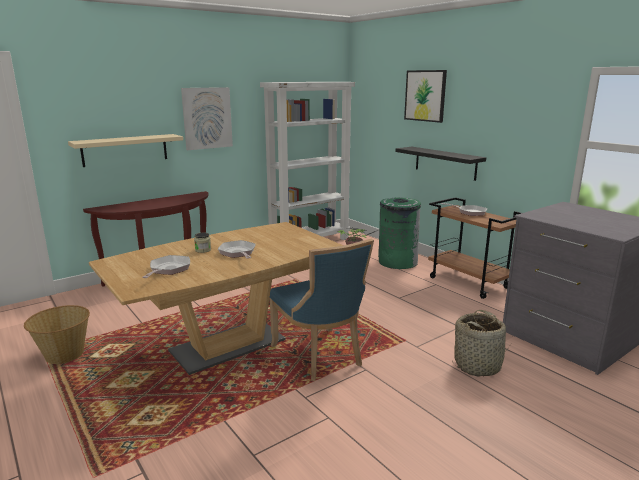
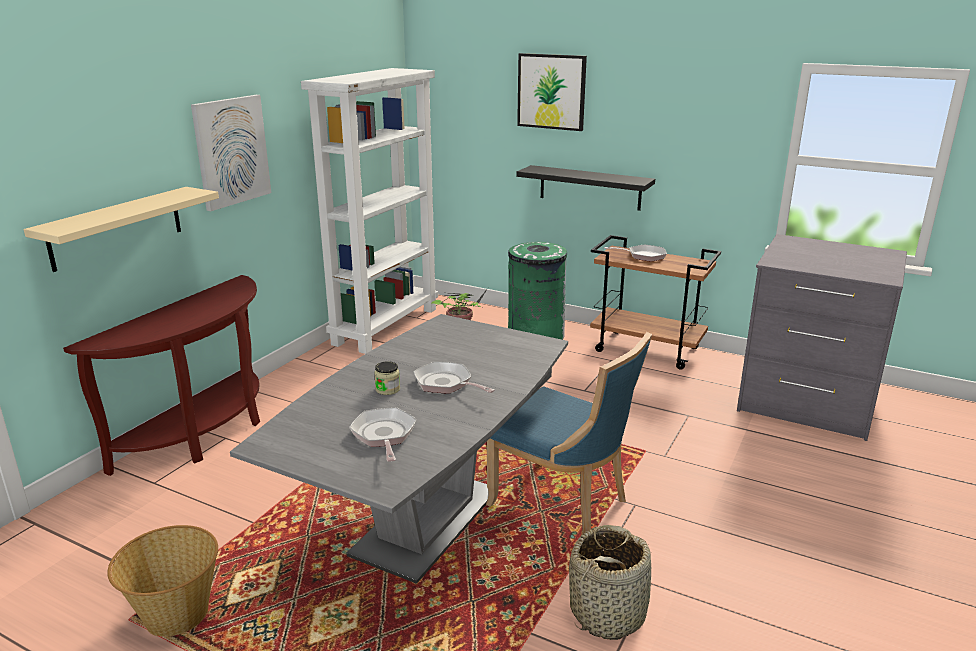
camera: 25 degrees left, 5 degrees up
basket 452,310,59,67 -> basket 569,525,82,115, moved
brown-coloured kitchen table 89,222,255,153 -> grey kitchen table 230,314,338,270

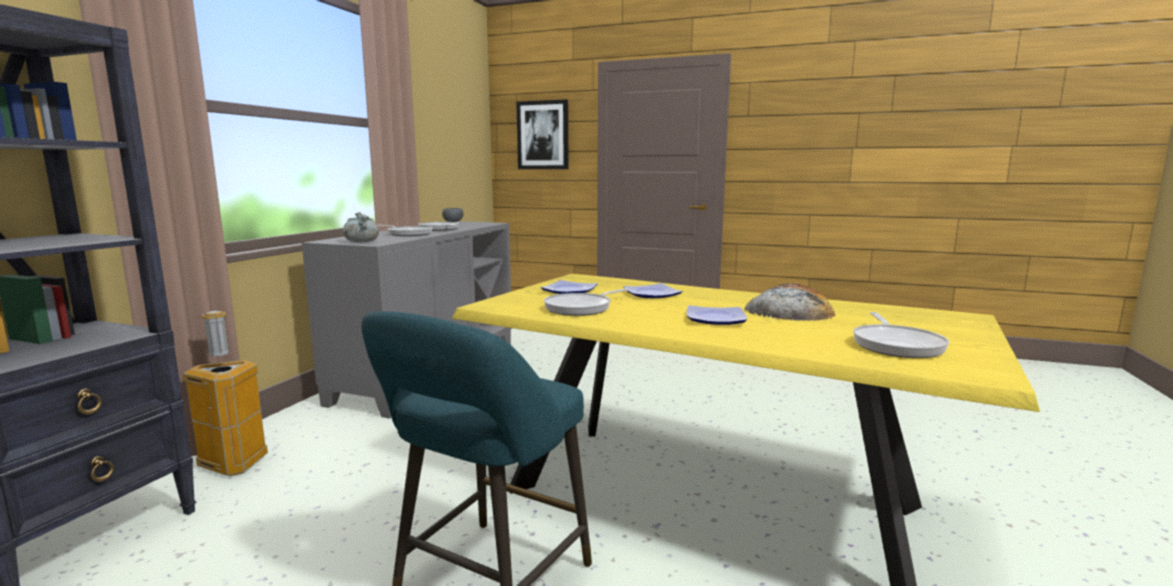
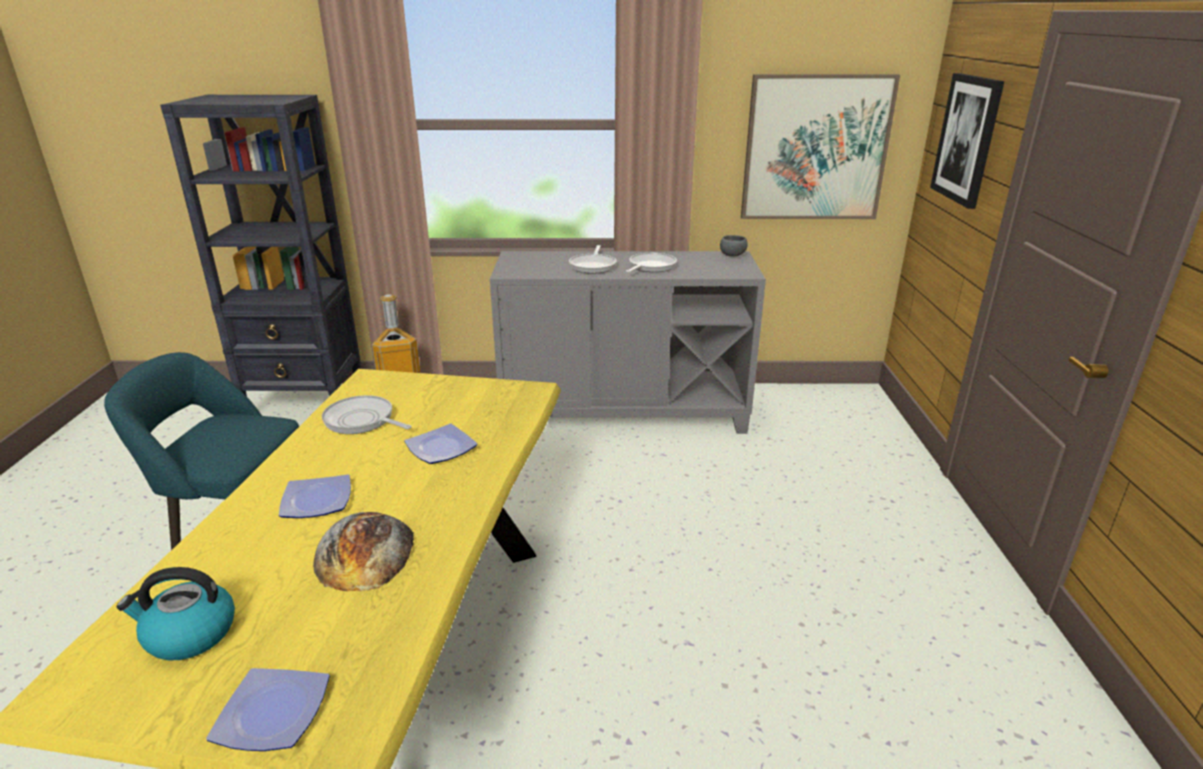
camera: 70 degrees right, 15 degrees up
grey stockpot 343,212,36,30 -> none
none -> wall picture 741,74,159,145
dinner plate 541,280,57,14 -> dinner plate 206,668,124,83, moved
pan 853,312,96,46 -> tea kettle 117,567,118,93

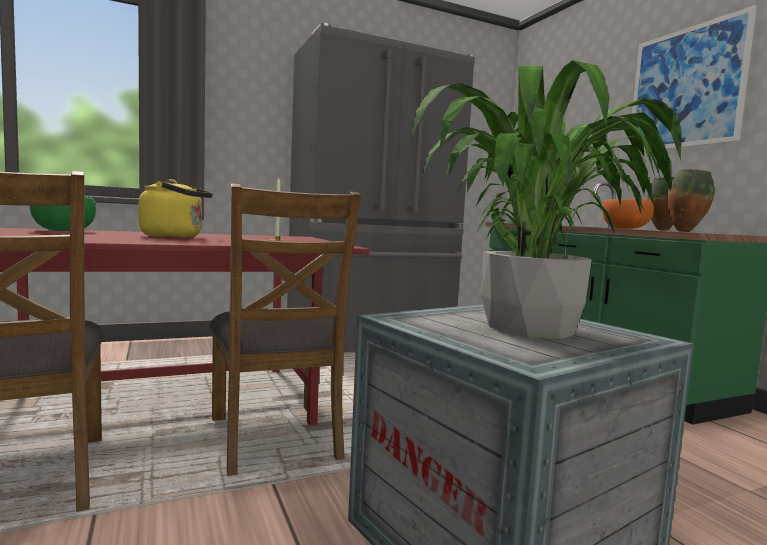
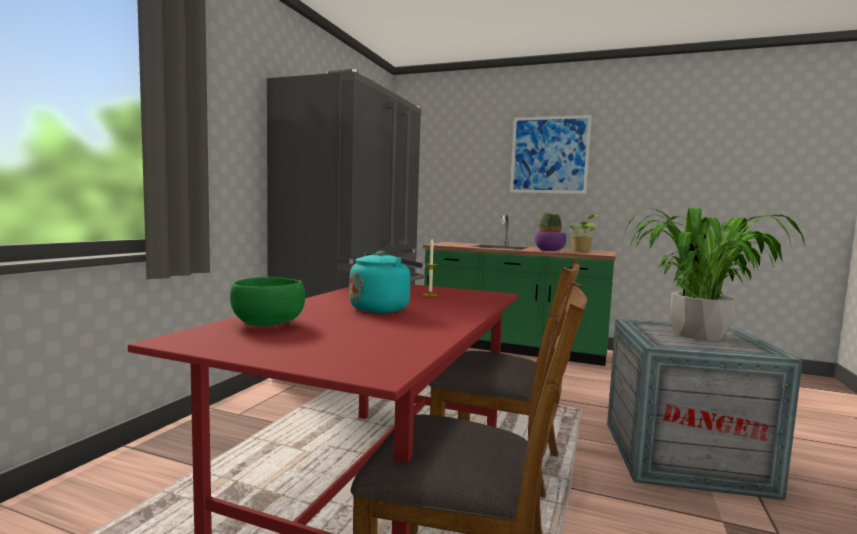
camera: 45 degrees left, 0 degrees up
decorative vase 667,169,48,63 -> potted plant 569,215,29,37
yellow tea kettle 139,179,74,59 -> blue-green tea kettle 349,251,74,62
orange bowl 602,199,52,30 -> purple bowl 535,231,31,20

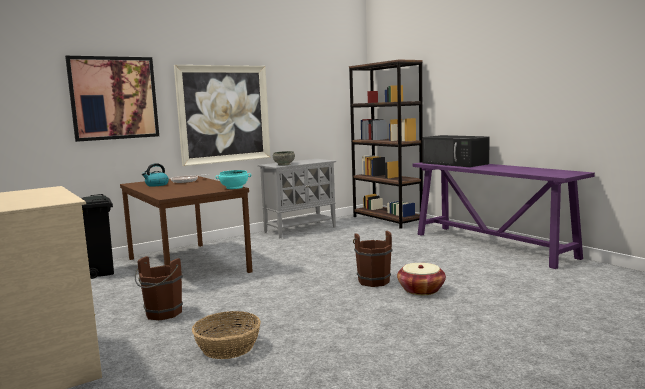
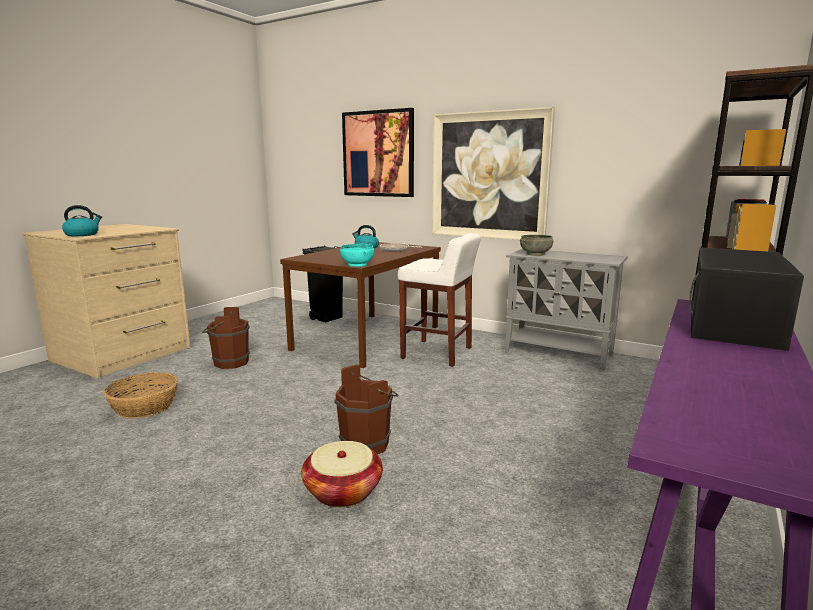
camera: 65 degrees right, 5 degrees up
none -> tea kettle 62,205,40,31
none -> whitish sitting stool 398,233,83,134

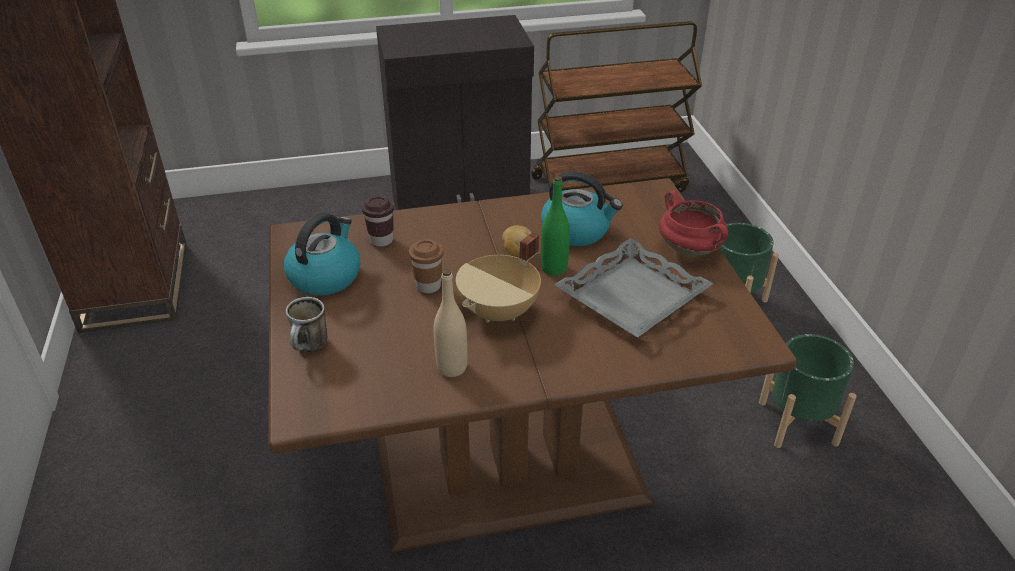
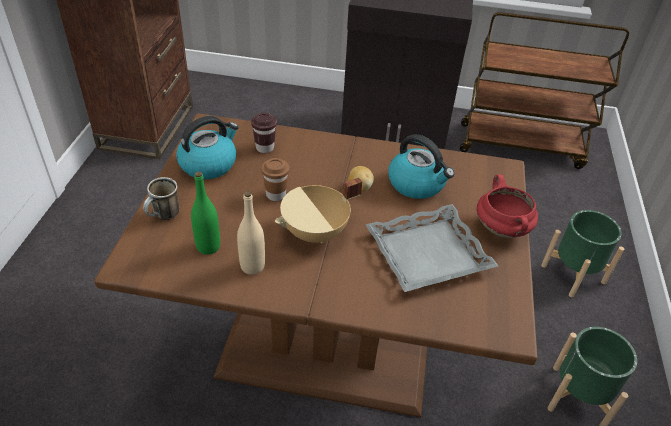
camera: 20 degrees right, 5 degrees up
green drink bottle 541,176,29,100 -> green drink bottle 191,171,29,84, moved

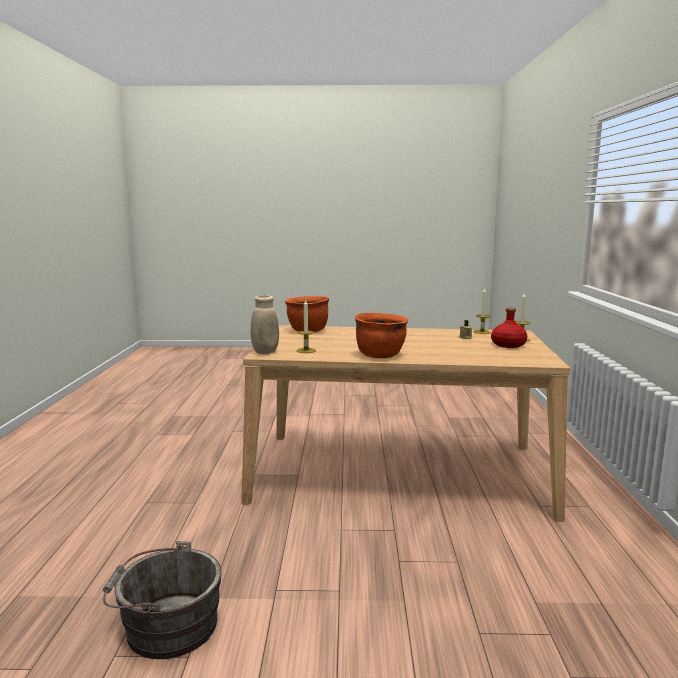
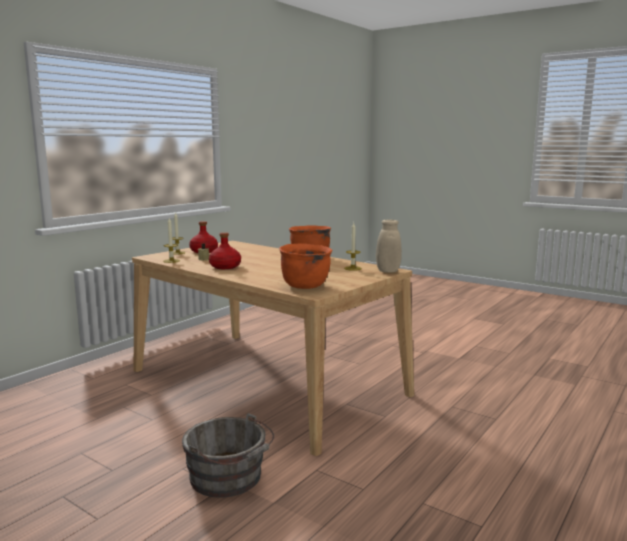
camera: 145 degrees left, 0 degrees up
none -> red-coloured drink bottle 209,232,32,37
grey pail 103,541,119,118 -> grey pail 182,413,92,85, moved

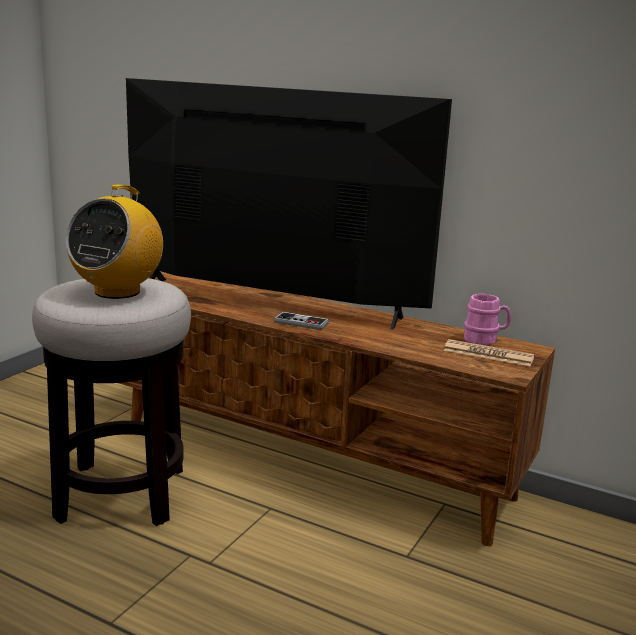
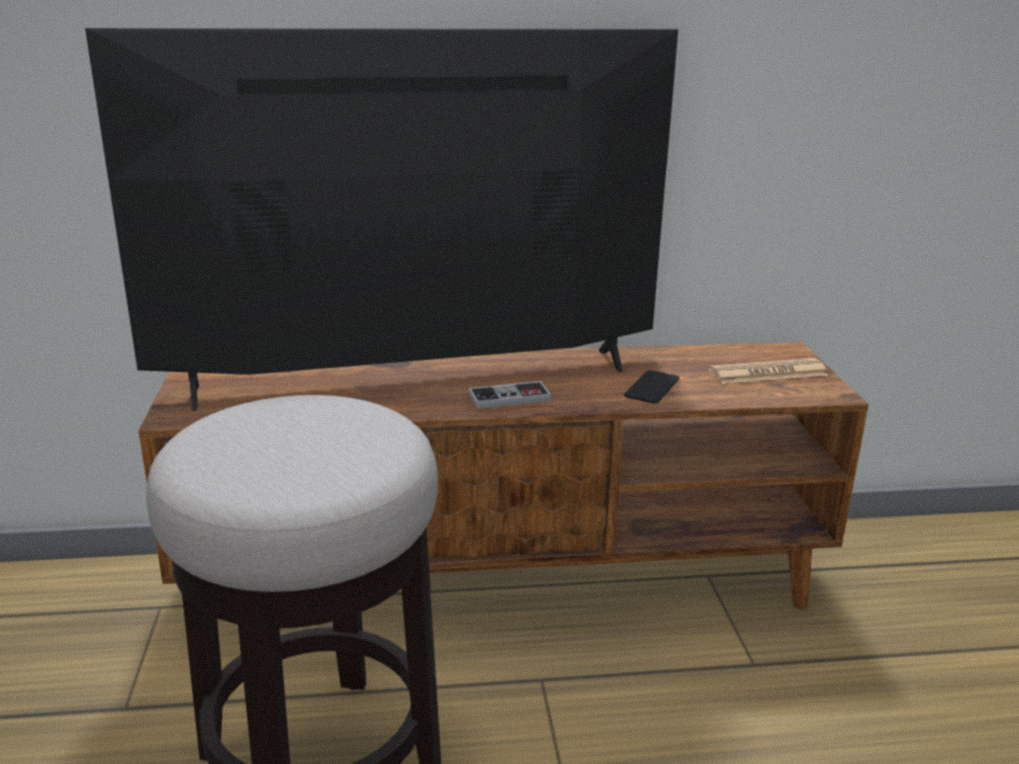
camera: 35 degrees left, 5 degrees up
radio receiver 66,184,97,115 -> none
pinkish coffee mug 464,294,47,51 -> none
none -> phone 624,370,55,33

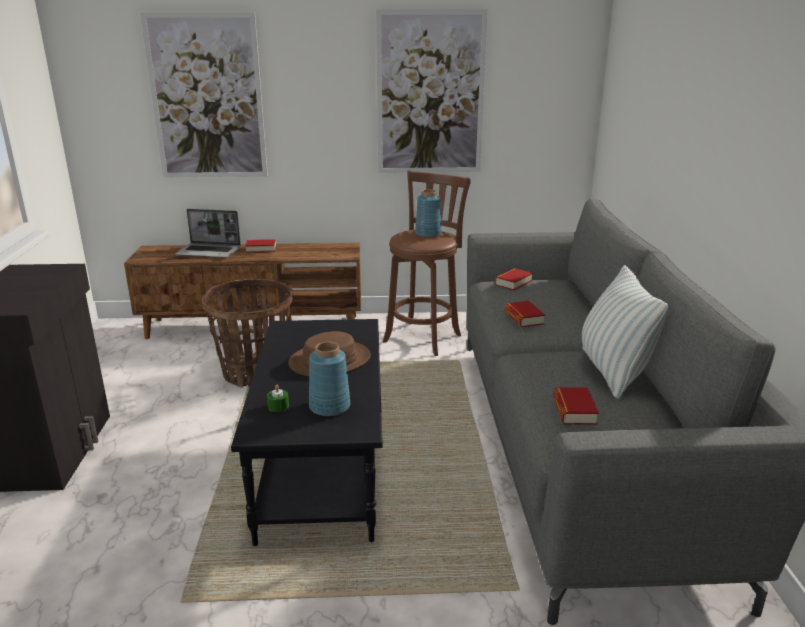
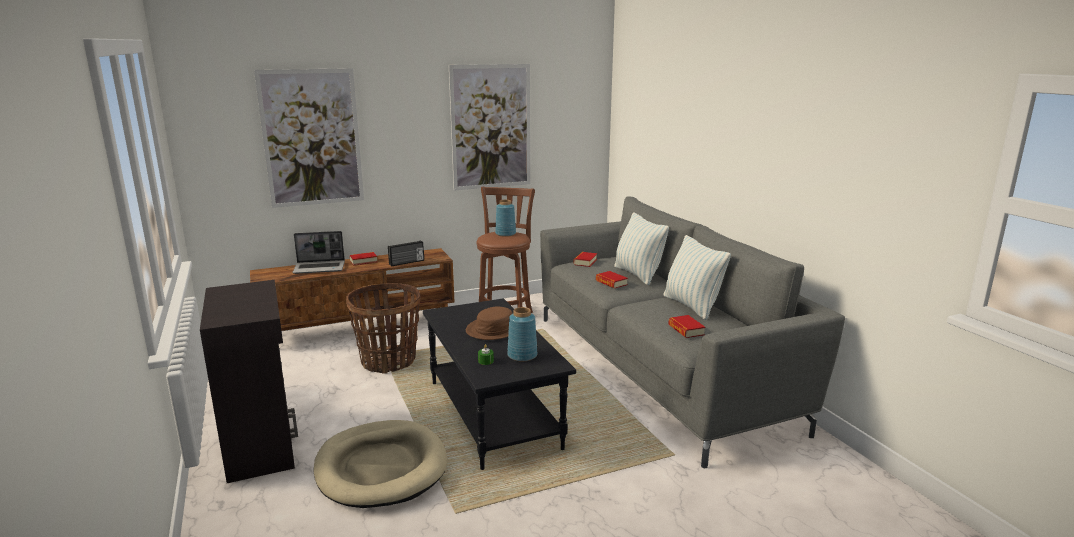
camera: 20 degrees left, 5 degrees down
none -> sand-coloured dog bed 313,420,134,88
none -> radio receiver 388,241,36,25
none -> cushion 614,212,55,73

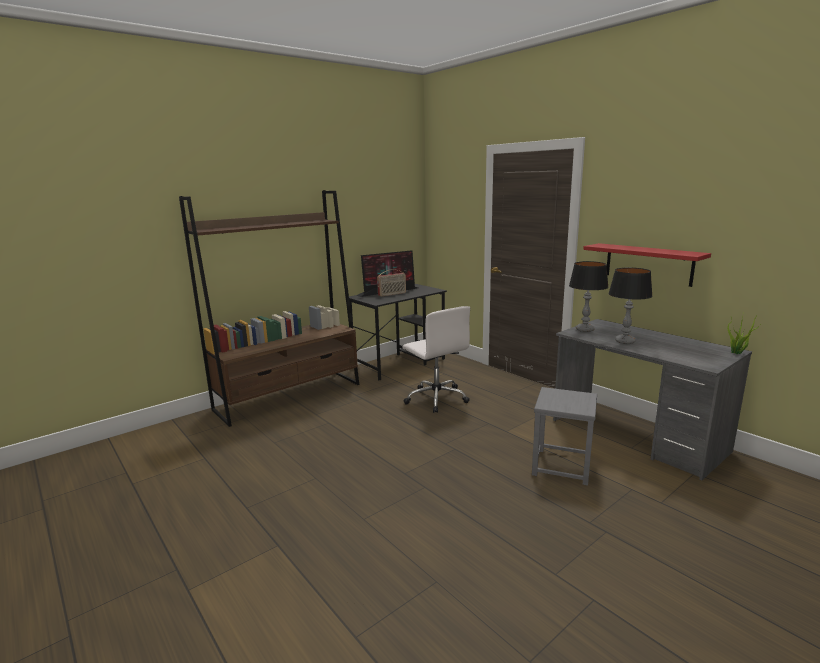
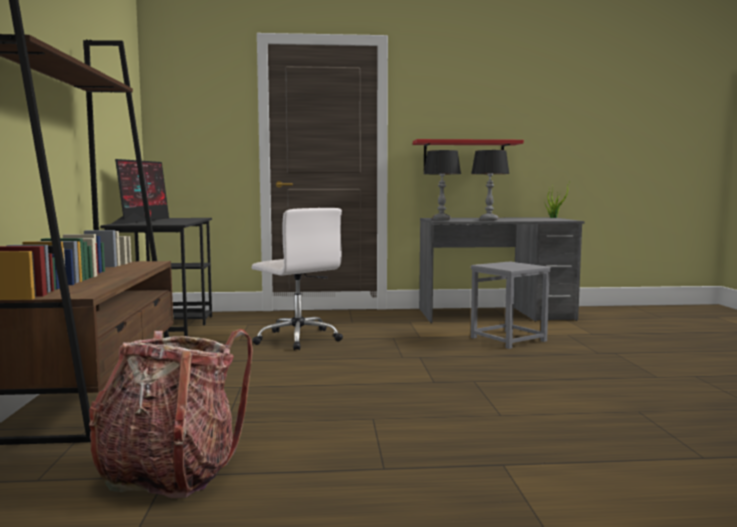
camera: 55 degrees left, 10 degrees down
radio receiver 377,269,29,28 -> none
none -> knapsack 89,329,164,169
whitish office chair 403,306,67,107 -> whitish office chair 252,208,91,142, 45 degrees clockwise

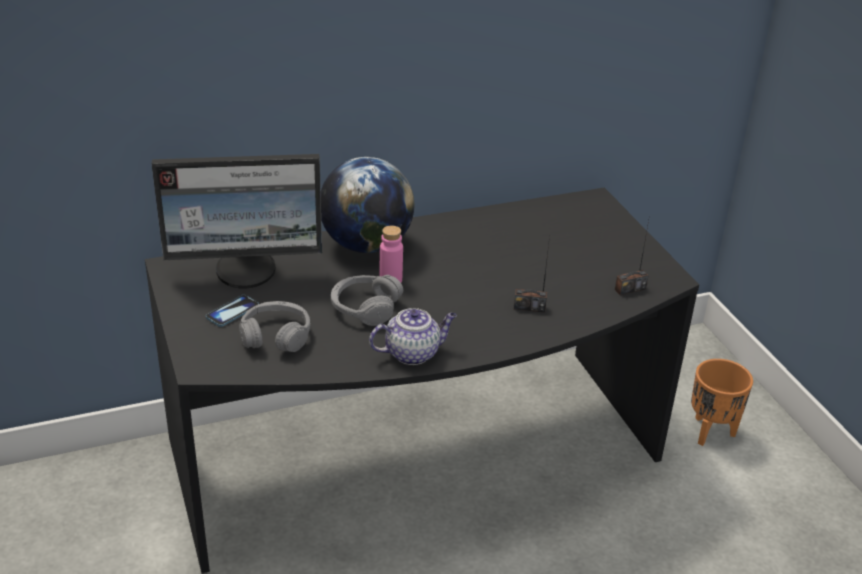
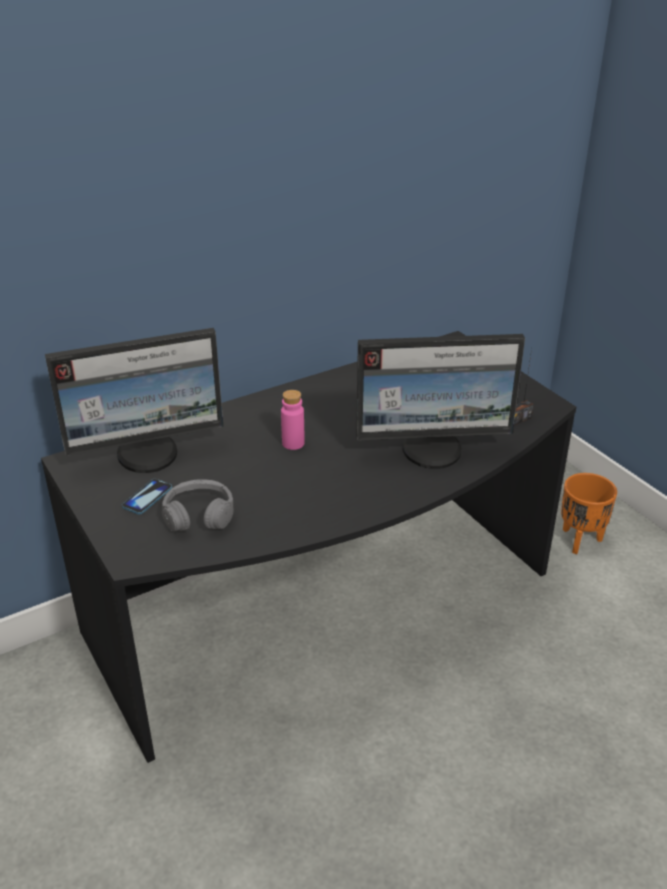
camera: 10 degrees left, 0 degrees up
globe 321,157,93,96 -> none
grey headset 331,275,72,51 -> none
teapot 369,308,88,57 -> none
radio receiver 514,236,36,76 -> monitor 356,334,169,135

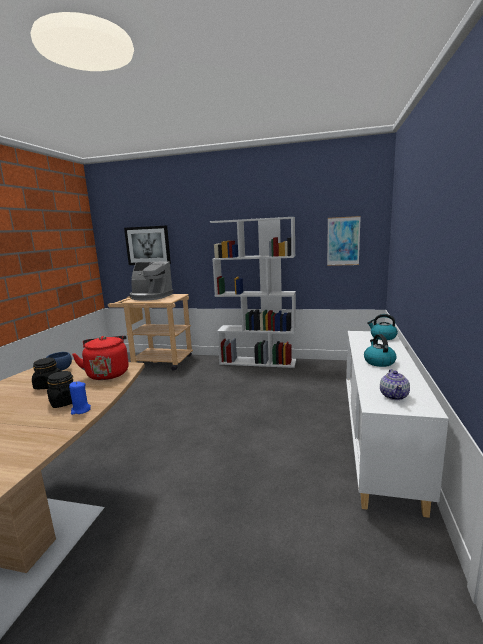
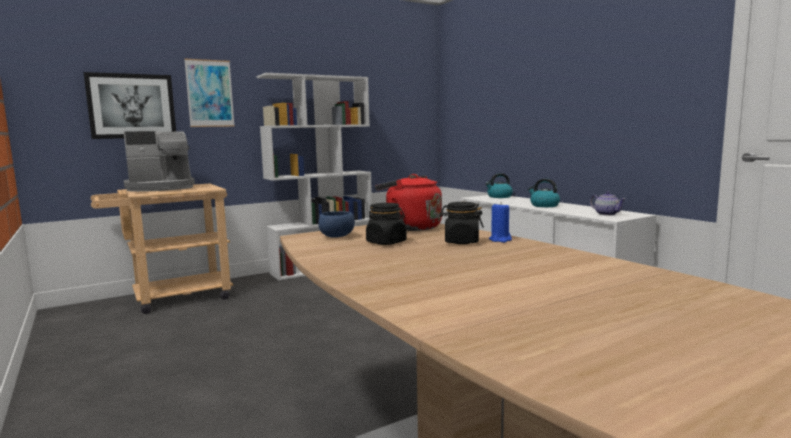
camera: 45 degrees left, 5 degrees down
wall picture 327,216,34,50 -> wall picture 184,58,51,69, moved

